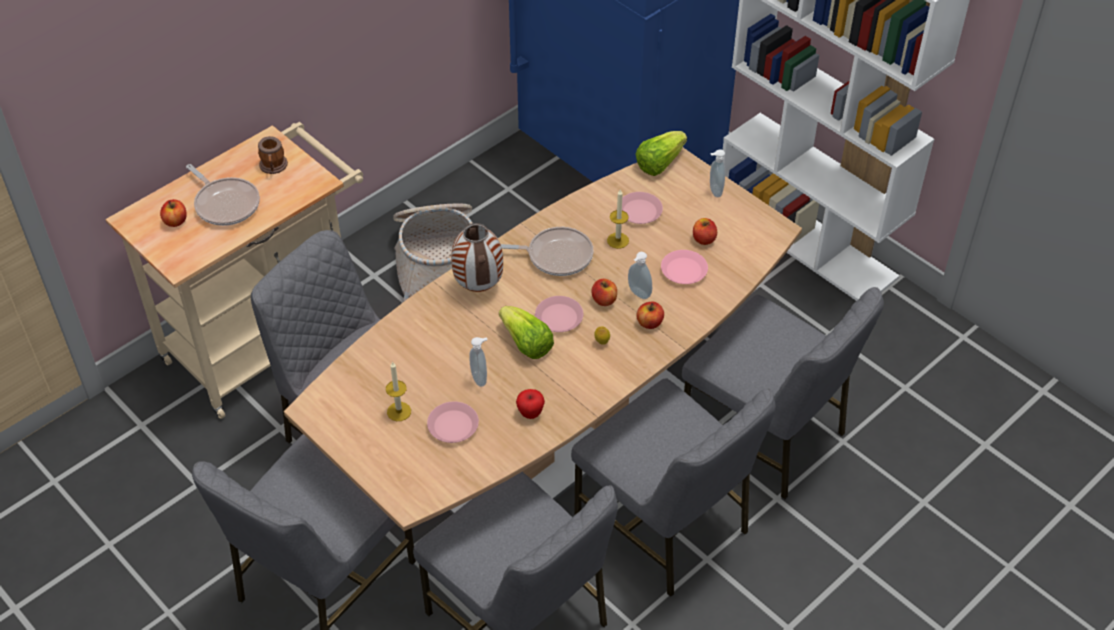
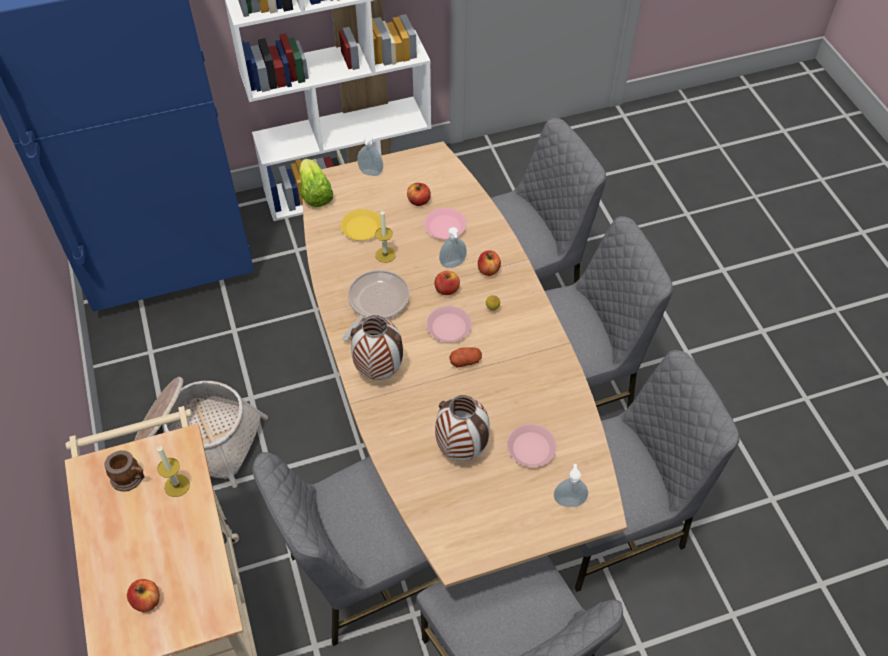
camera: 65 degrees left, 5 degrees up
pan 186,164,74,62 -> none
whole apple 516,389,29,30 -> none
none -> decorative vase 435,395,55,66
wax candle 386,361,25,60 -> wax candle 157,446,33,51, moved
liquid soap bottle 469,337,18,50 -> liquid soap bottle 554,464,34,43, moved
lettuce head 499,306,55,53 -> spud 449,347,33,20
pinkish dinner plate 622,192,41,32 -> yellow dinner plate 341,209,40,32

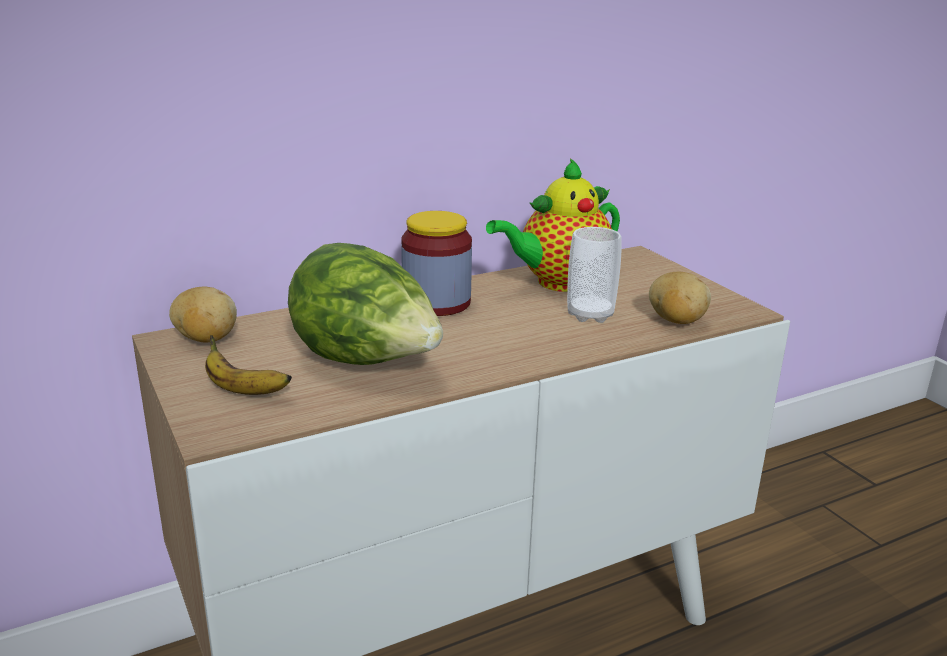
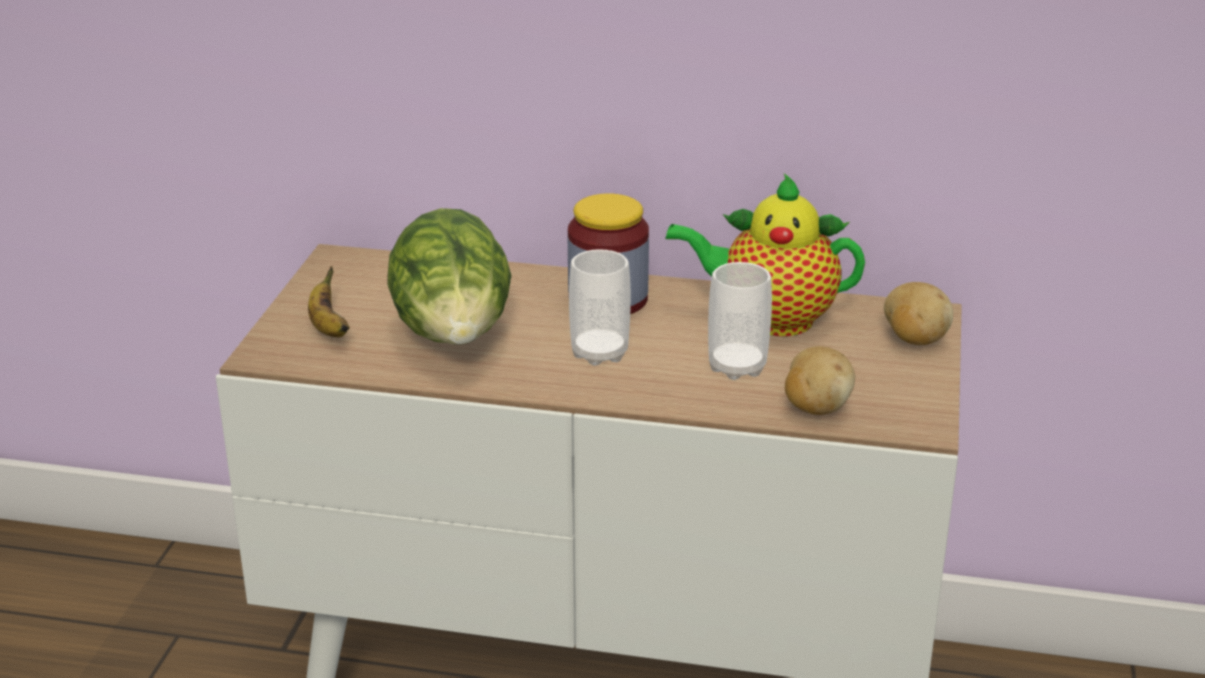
camera: 40 degrees right, 5 degrees up
none -> small cup 569,249,62,117
spud 169,287,68,55 -> spud 884,282,69,63, moved

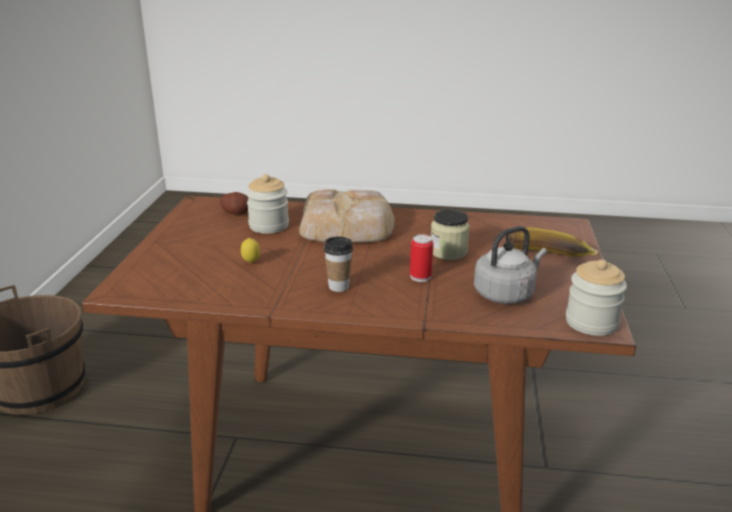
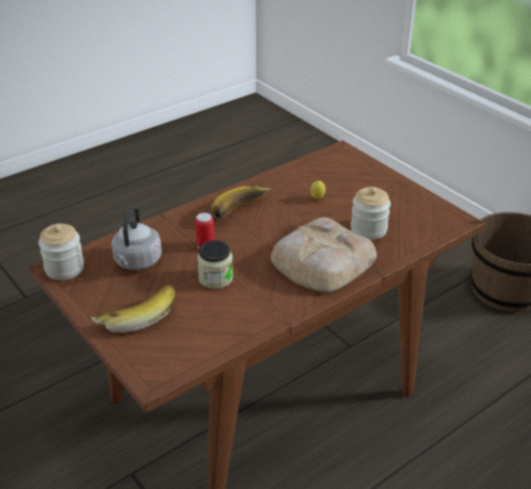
camera: 135 degrees right, 10 degrees up
spud 220,192,28,22 -> none
small cup 324,237,29,55 -> whole banana 211,186,60,33

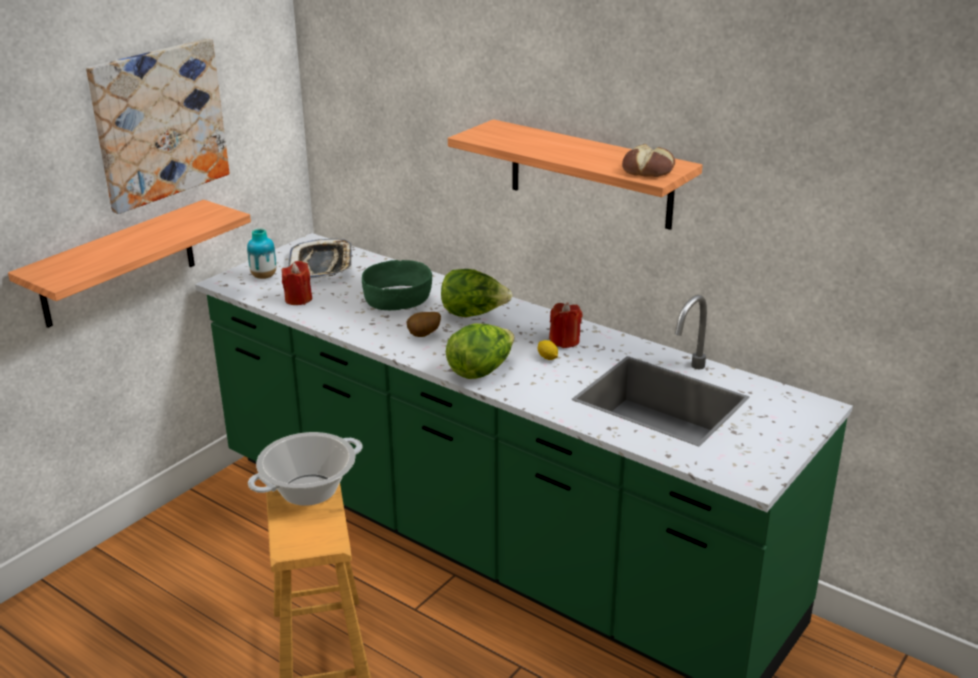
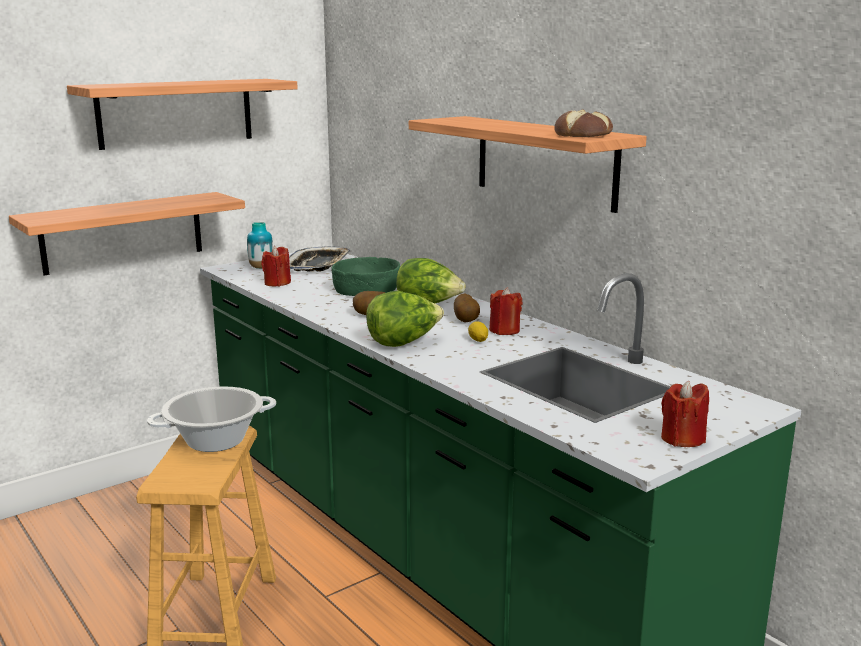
camera: 15 degrees right, 10 degrees down
none -> spud 454,294,26,28
none -> red-coloured wax candle 661,380,48,67
wall picture 86,39,143,175 -> bracket shelf 67,79,231,71

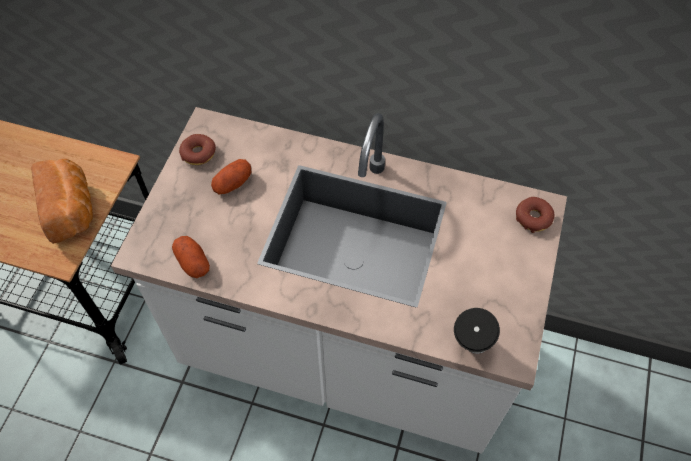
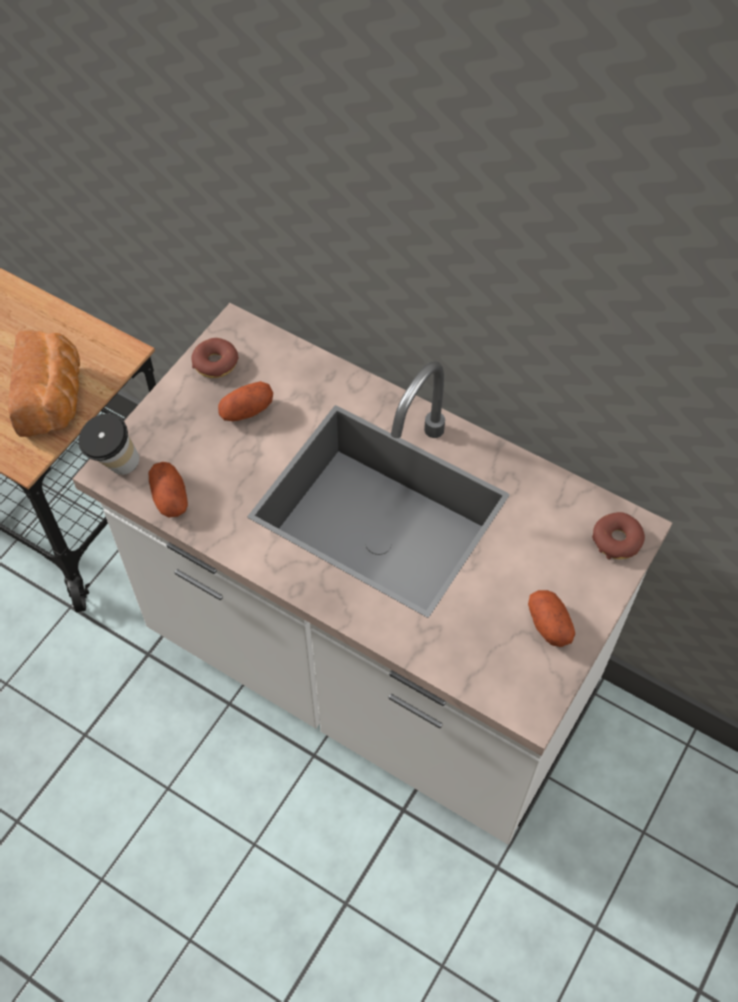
camera: 15 degrees right, 0 degrees up
none -> spud 528,590,47,57
small cup 454,308,46,46 -> small cup 78,414,61,61, moved

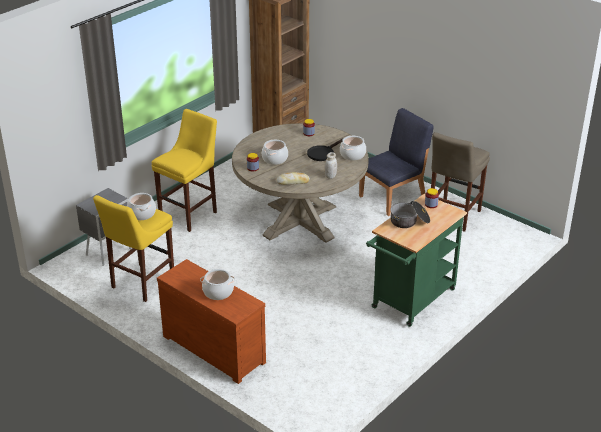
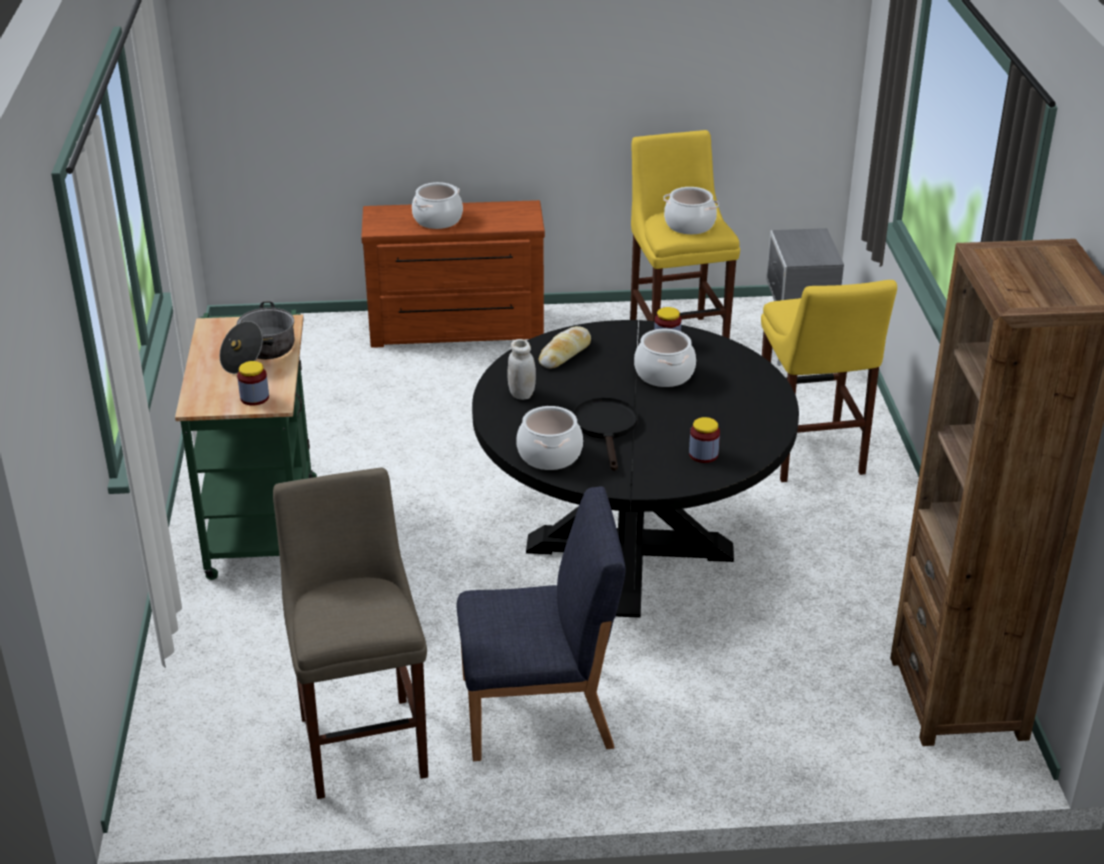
camera: 135 degrees right, 0 degrees up
sand-coloured kitchen table 232,123,137,120 -> black-coloured kitchen table 472,320,327,298
blue-coloured chair 359,108,75,108 -> blue-coloured chair 456,486,170,275, 105 degrees counterclockwise

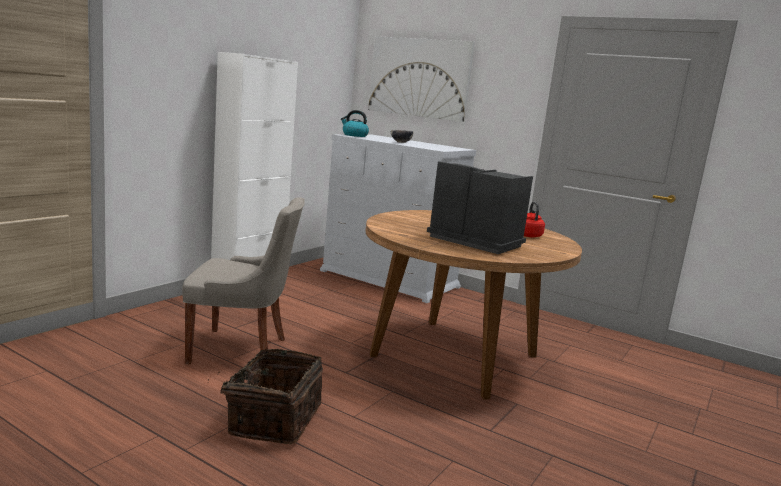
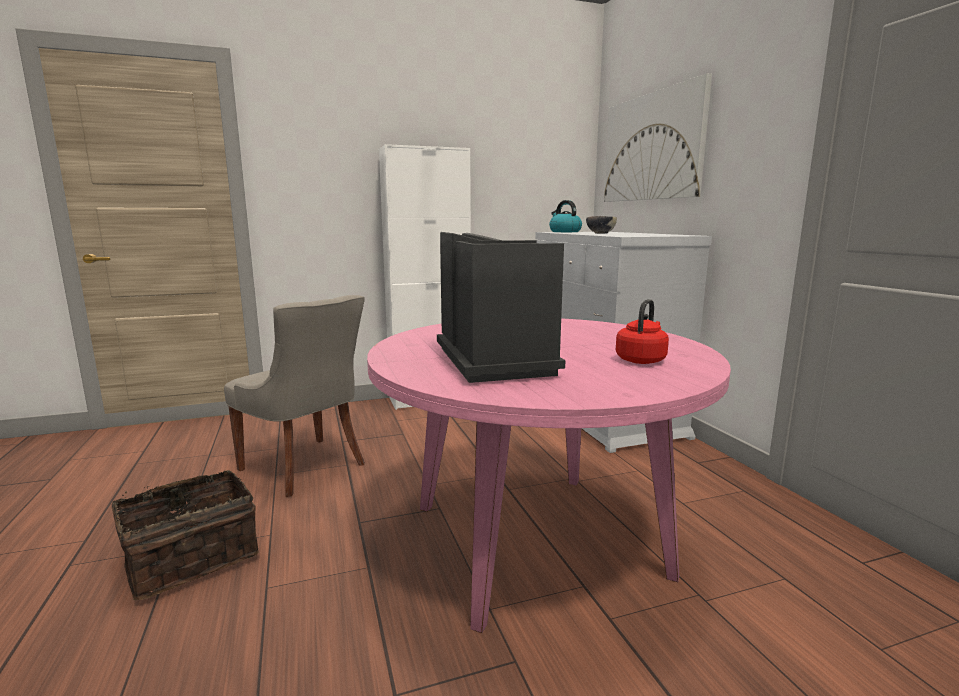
camera: 40 degrees right, 0 degrees up
brown-coloured kitchen table 366,210,216,189 -> pinkish kitchen table 367,318,364,315

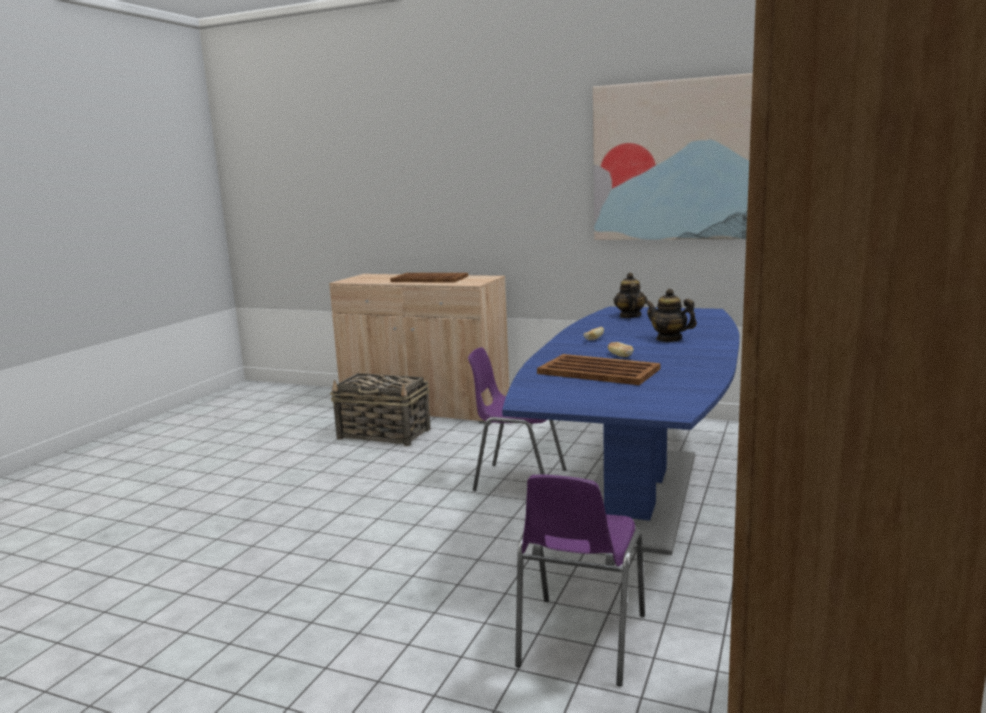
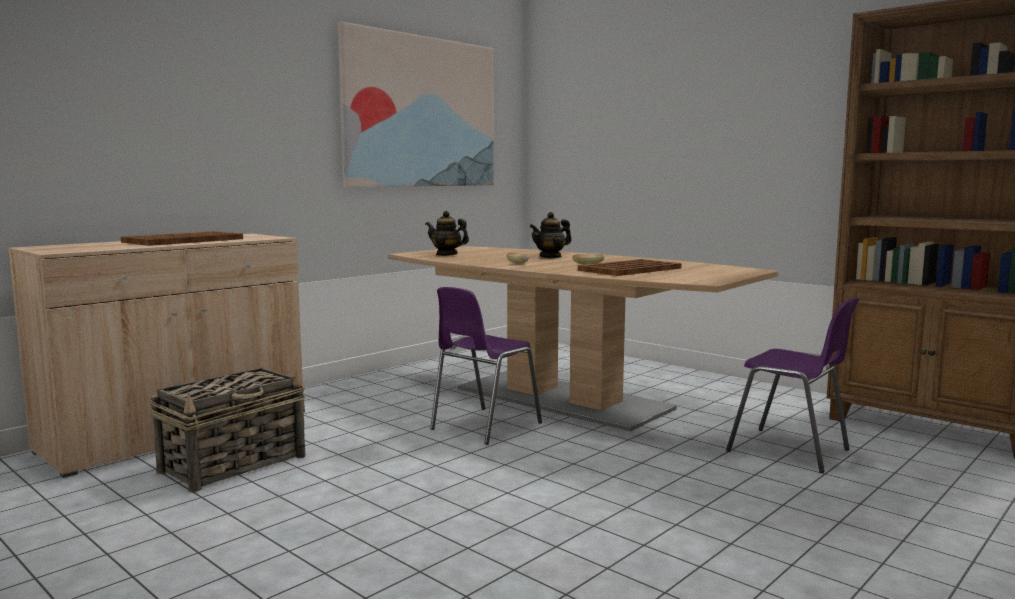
camera: 70 degrees left, 5 degrees down
blue-coloured kitchen table 502,307,237,248 -> brown-coloured kitchen table 388,246,390,185

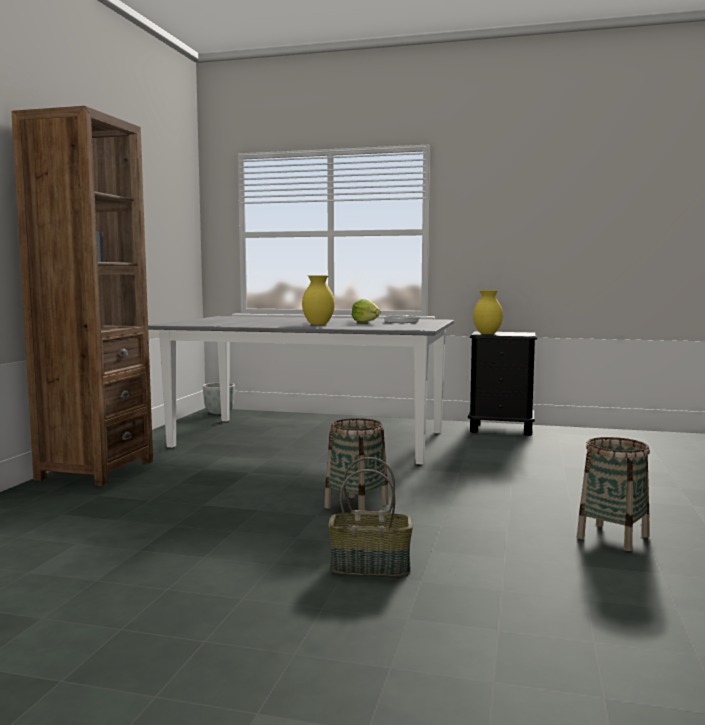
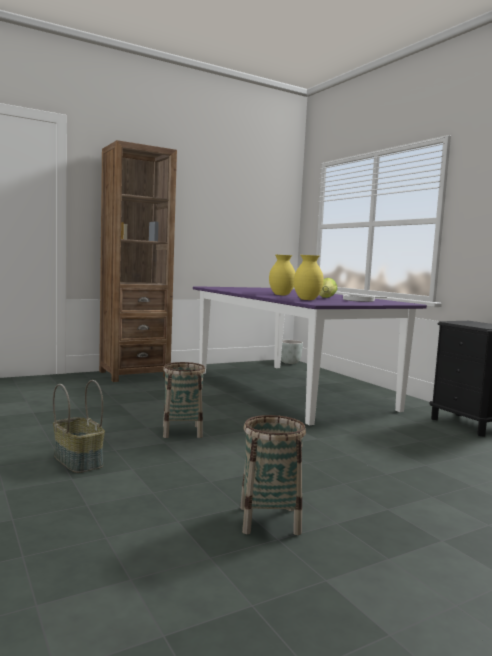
camera: 45 degrees right, 0 degrees up
yellow decorative vase 473,290,30,44 -> yellow decorative vase 294,255,30,45, moved
grey kitchen table 148,316,306,149 -> purple kitchen table 193,286,234,140

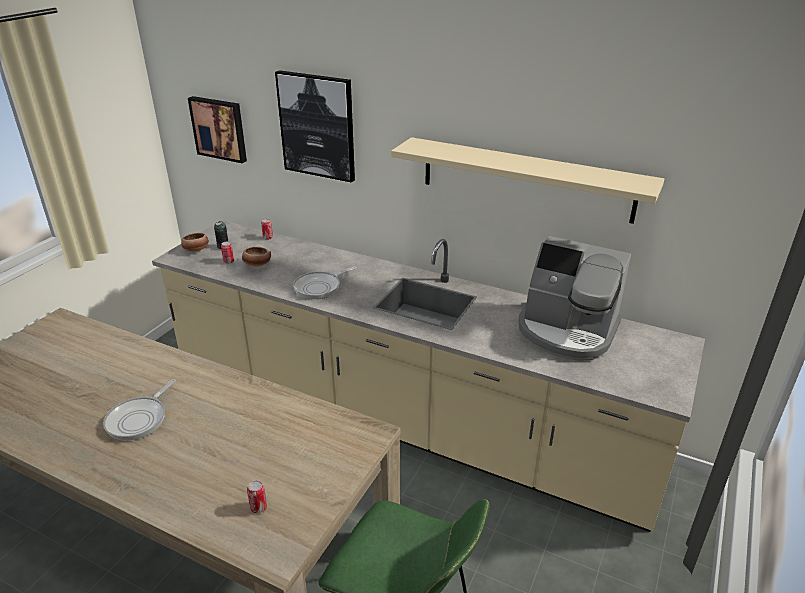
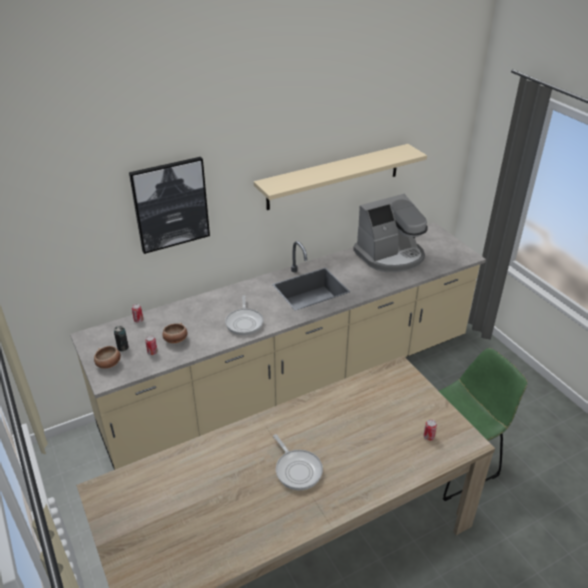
camera: 55 degrees left, 5 degrees up
wall picture 188,96,59,67 -> none

